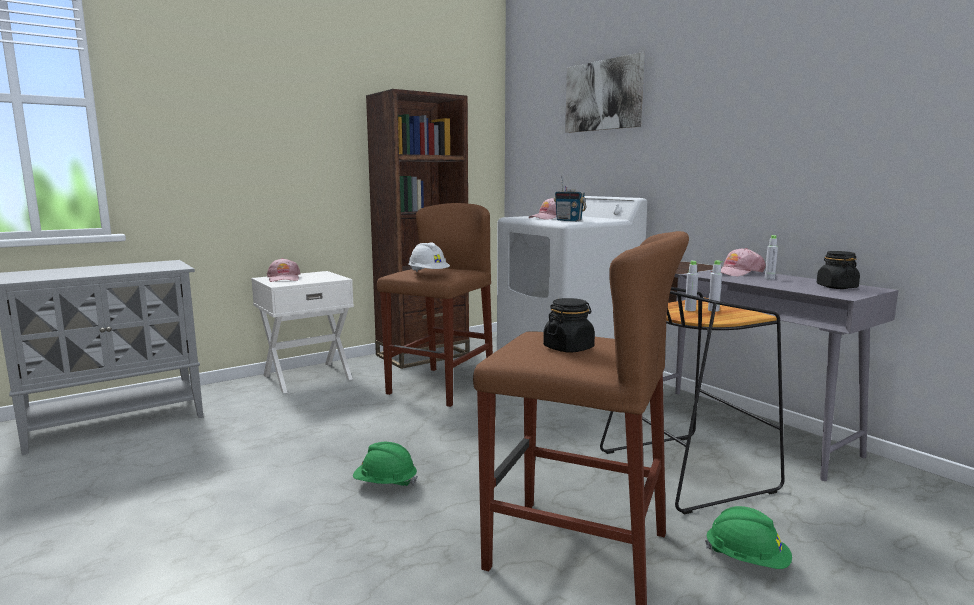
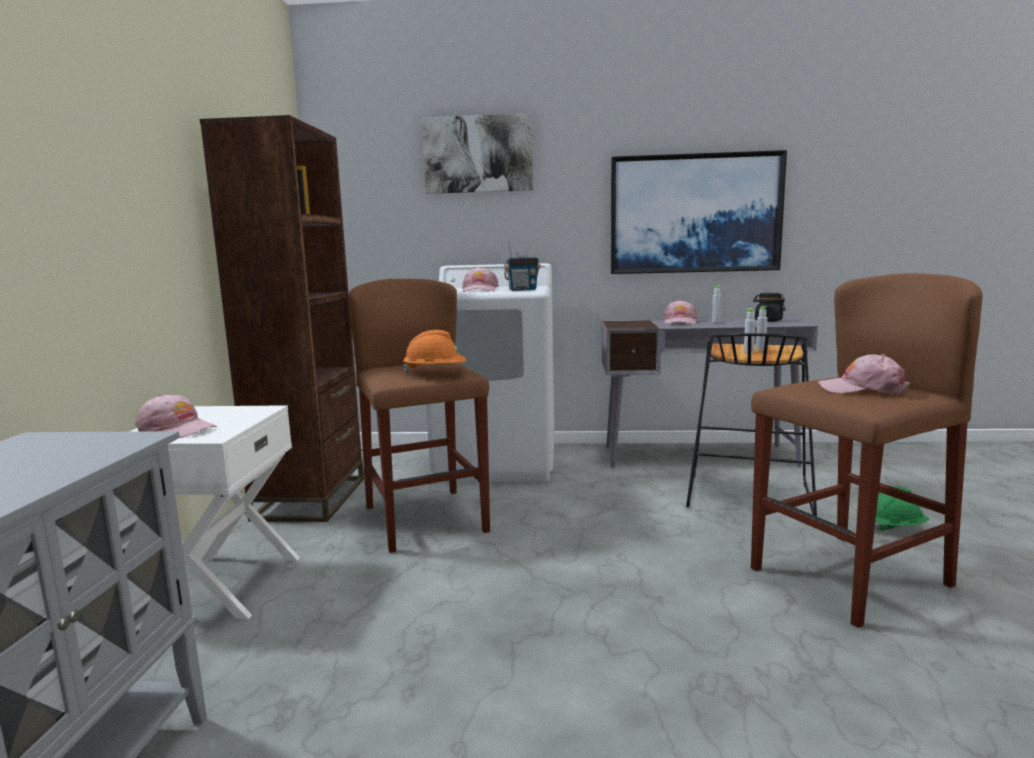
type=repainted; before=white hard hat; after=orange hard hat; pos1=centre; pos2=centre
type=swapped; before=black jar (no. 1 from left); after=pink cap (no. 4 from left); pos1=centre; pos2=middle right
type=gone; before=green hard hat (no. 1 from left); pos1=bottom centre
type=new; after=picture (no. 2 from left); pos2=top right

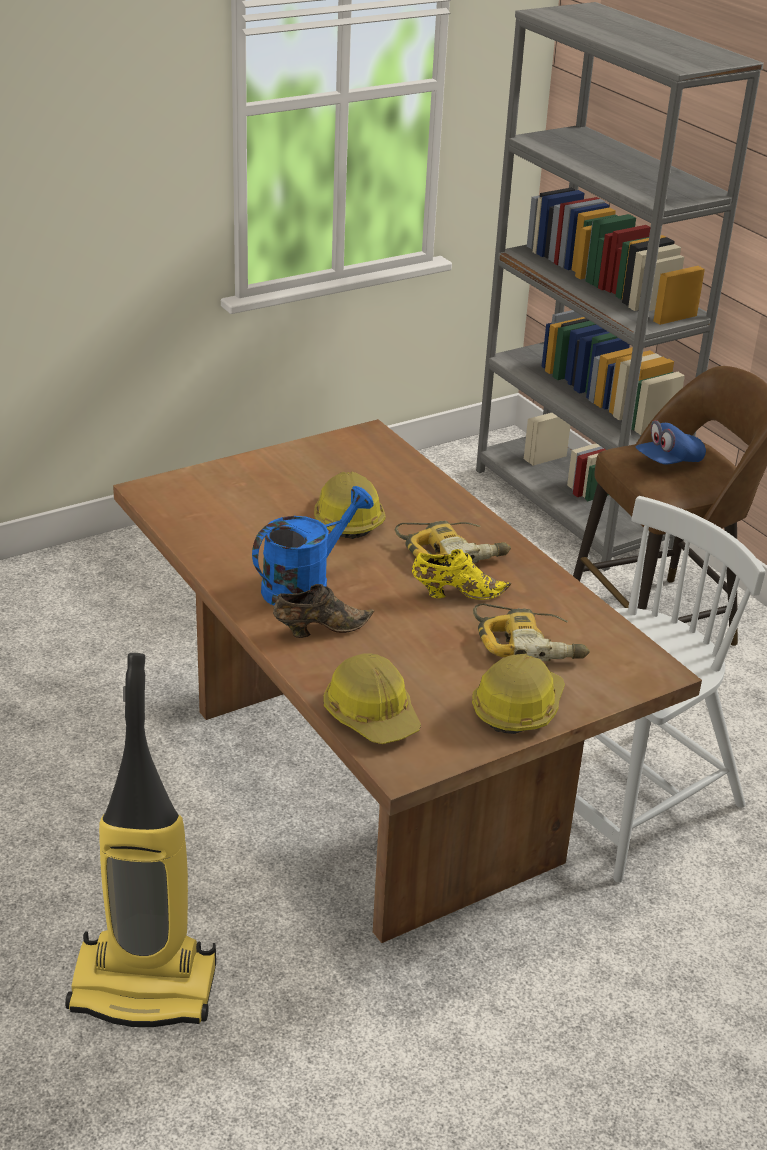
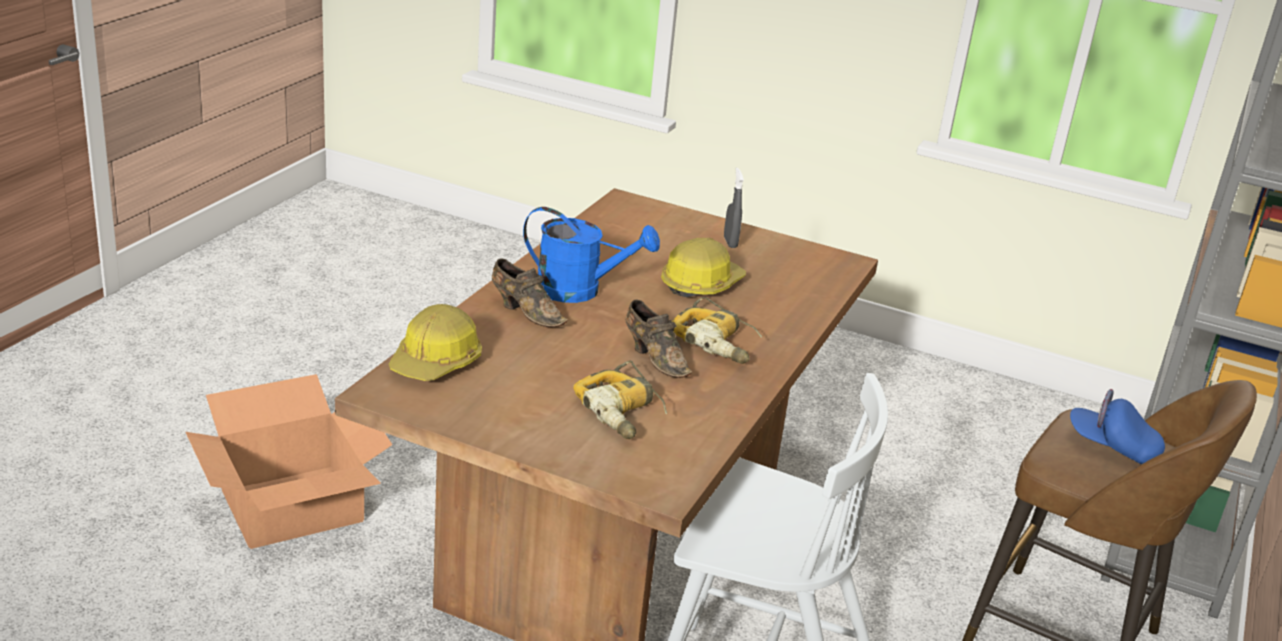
type=repainted; before=yellow shoe; after=brown shoe (no. 2 from left); pos1=centre; pos2=centre
type=swapped; before=vacuum cleaner; after=cardboard box; pos1=bottom left; pos2=bottom left
type=gone; before=hard hat (no. 3 from left); pos1=middle right
type=new; after=grey spray bottle; pos2=top centre

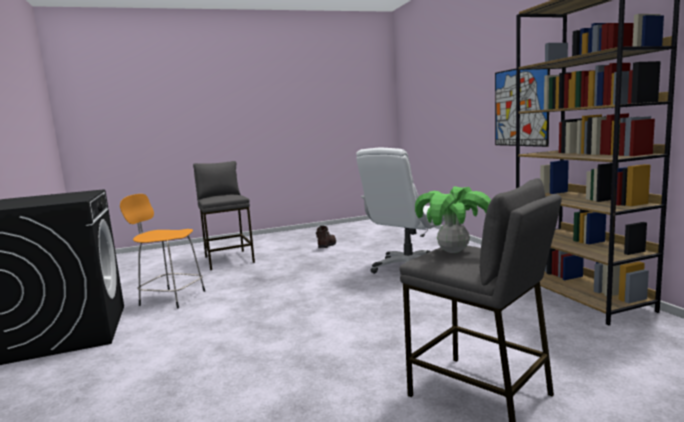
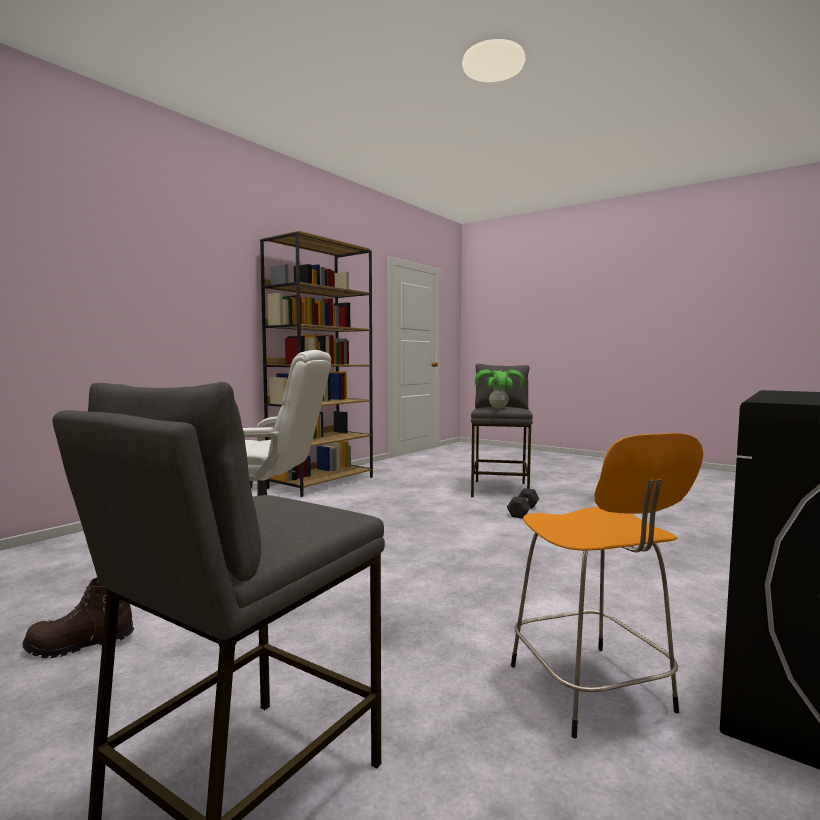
type=gone; before=picture; pos1=top right
type=new; after=black dumbbell; pos2=centre

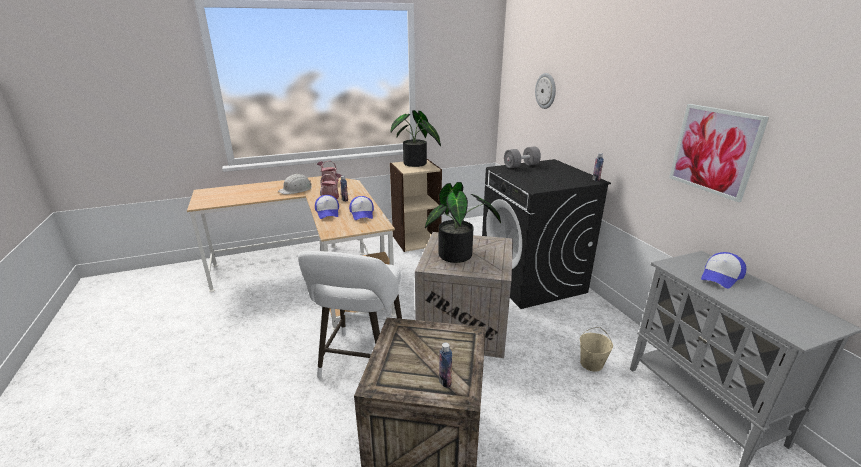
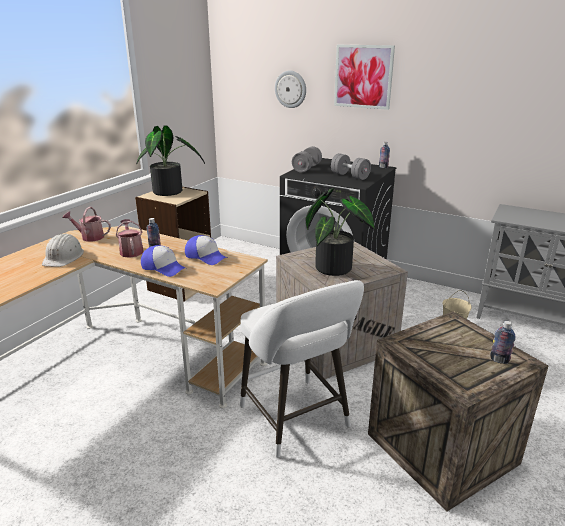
type=shifted; before=picture; pos1=top right; pos2=top centre
type=gone; before=cap (no. 3 from left); pos1=middle right
type=new; after=grey dumbbell (no. 2 from left); pos2=top centre

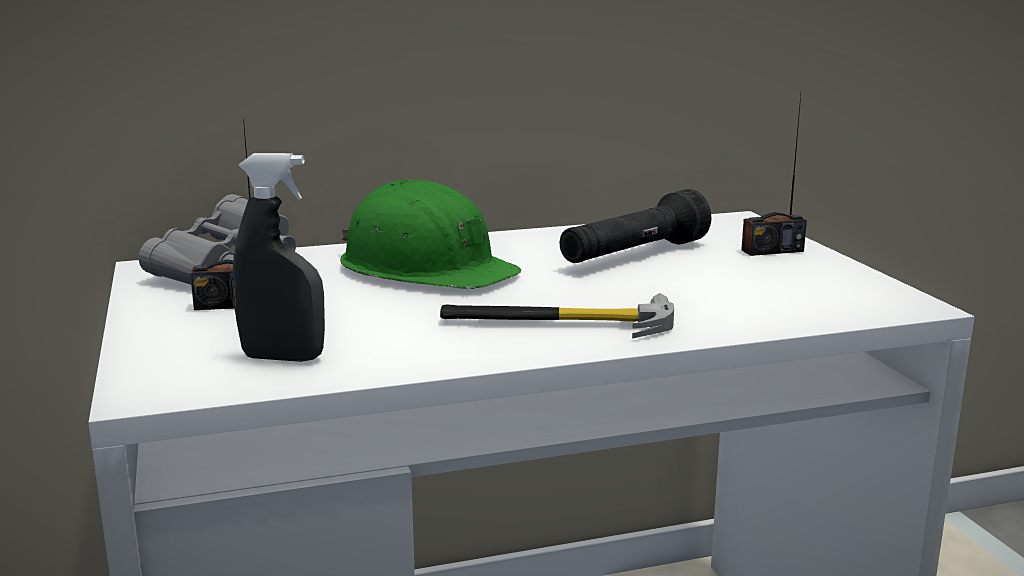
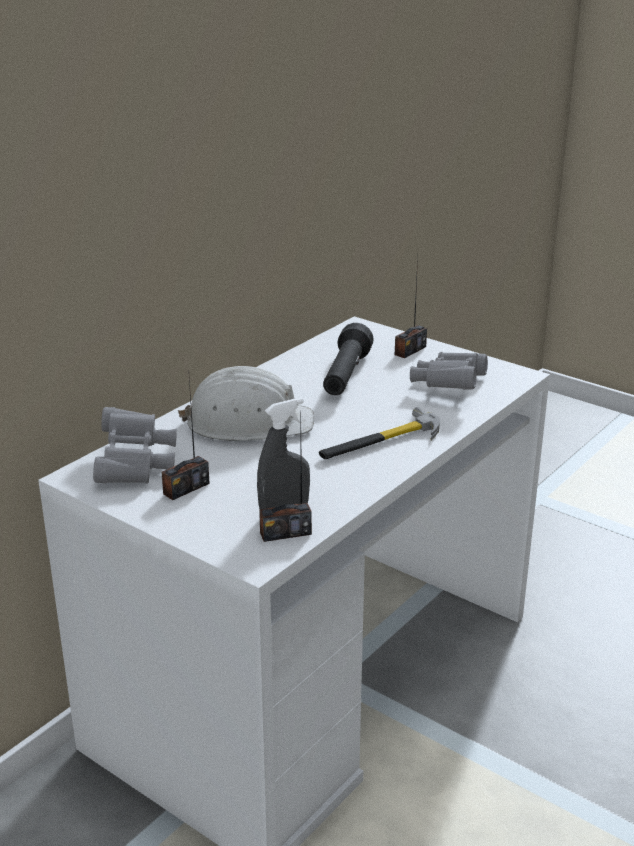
type=repainted; before=green hard hat; after=white hard hat; pos1=centre; pos2=centre
type=new; after=grey binoculars (no. 2 from left); pos2=middle right
type=new; after=radio (no. 2 from left); pos2=centre

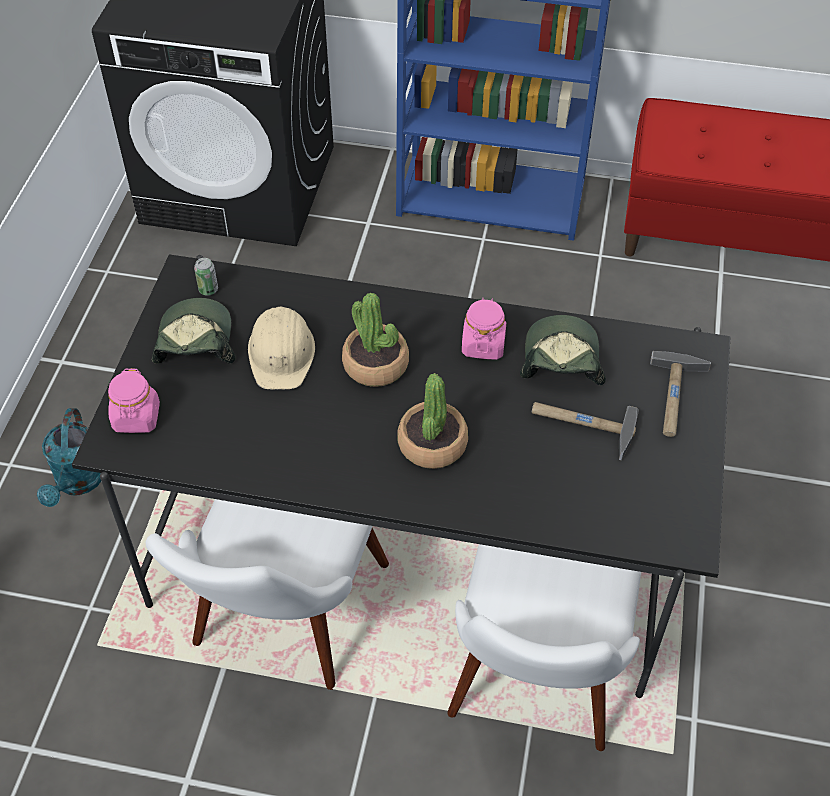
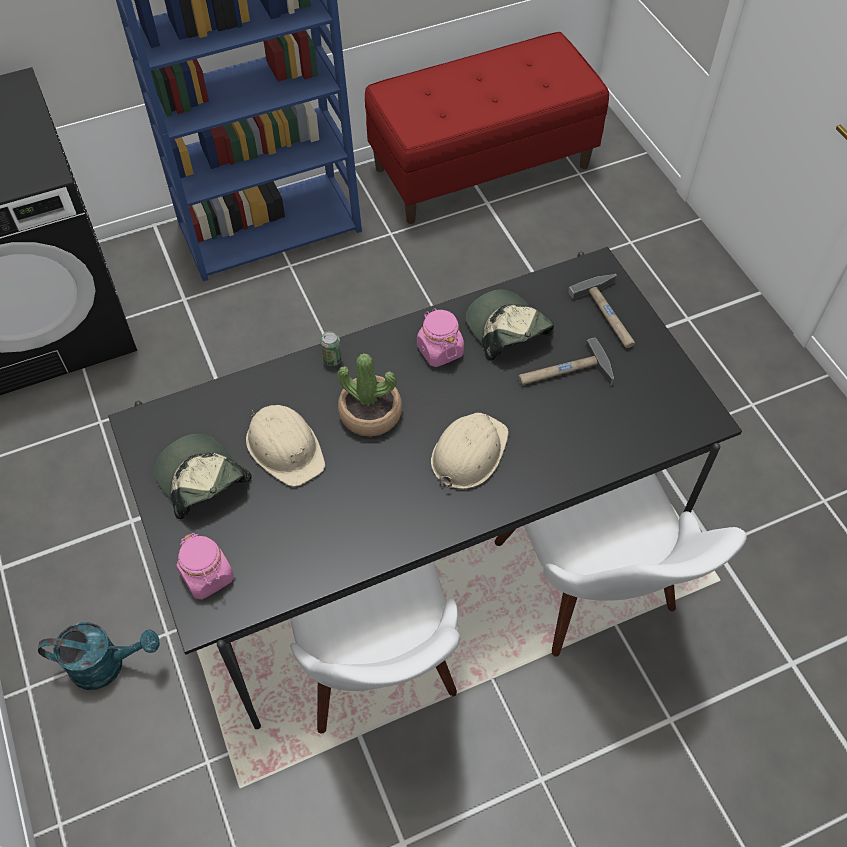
type=shifted; before=can; pos1=middle left; pos2=centre
type=swapped; before=potted plant (no. 2 from left); after=beige hard hat (no. 2 from left); pos1=centre; pos2=centre
type=rotated; before=turquoise watering can; pos1=middle left; pos2=bottom left; turn=-60

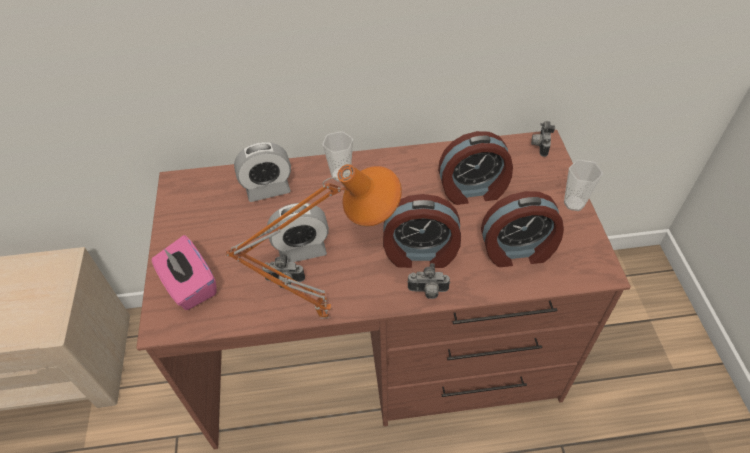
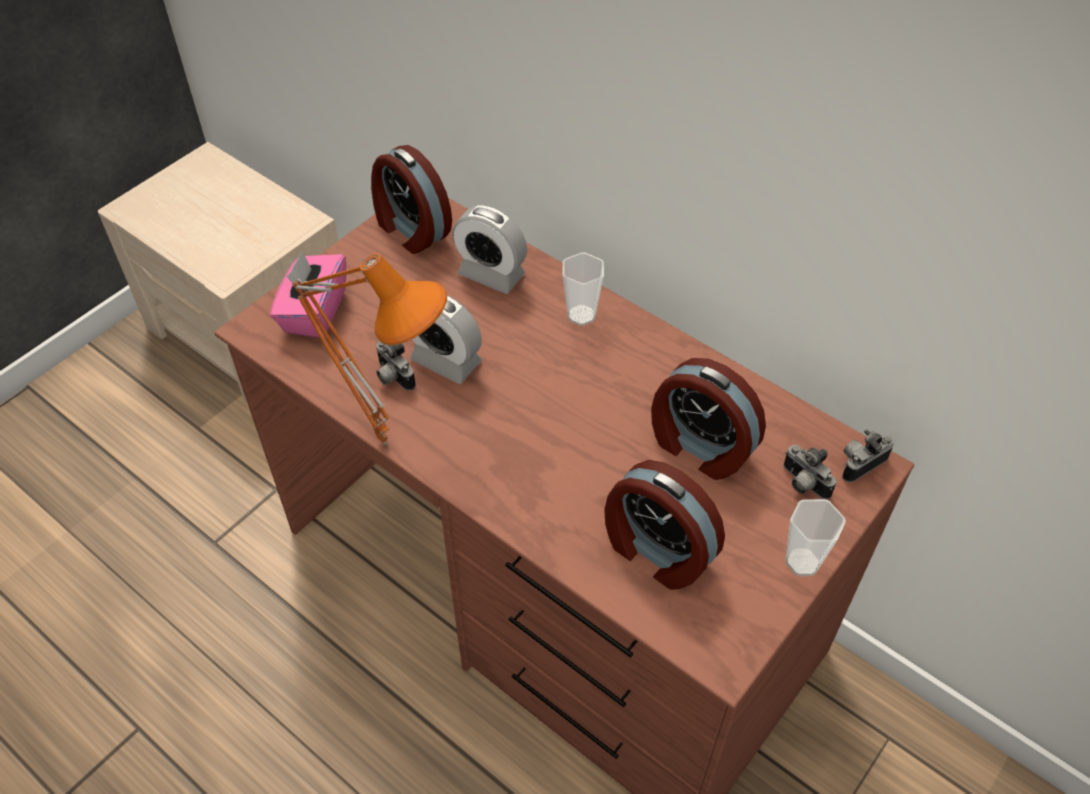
type=shifted; before=alarm clock (no. 3 from left in the first image); after=alarm clock (no. 1 from left); pos1=centre; pos2=top centre
type=shifted; before=photo camera (no. 2 from left); pos1=centre; pos2=middle right

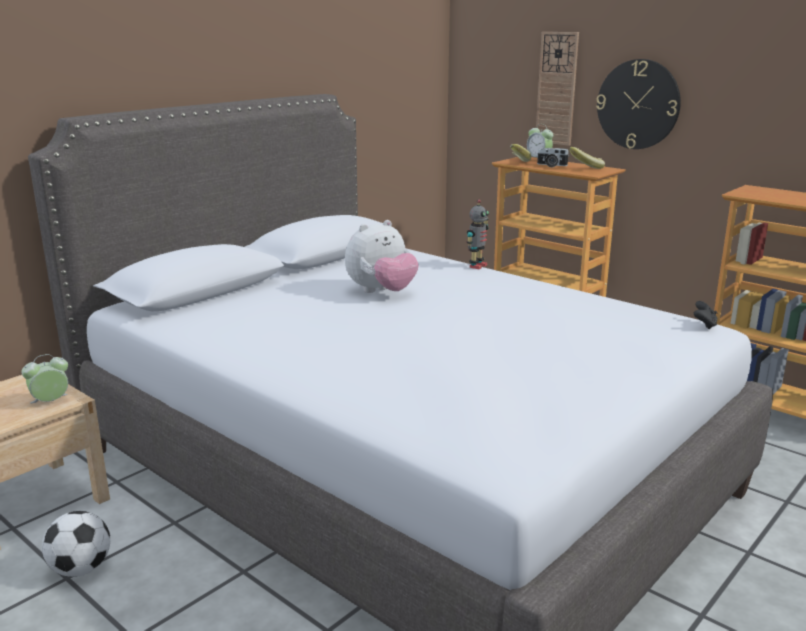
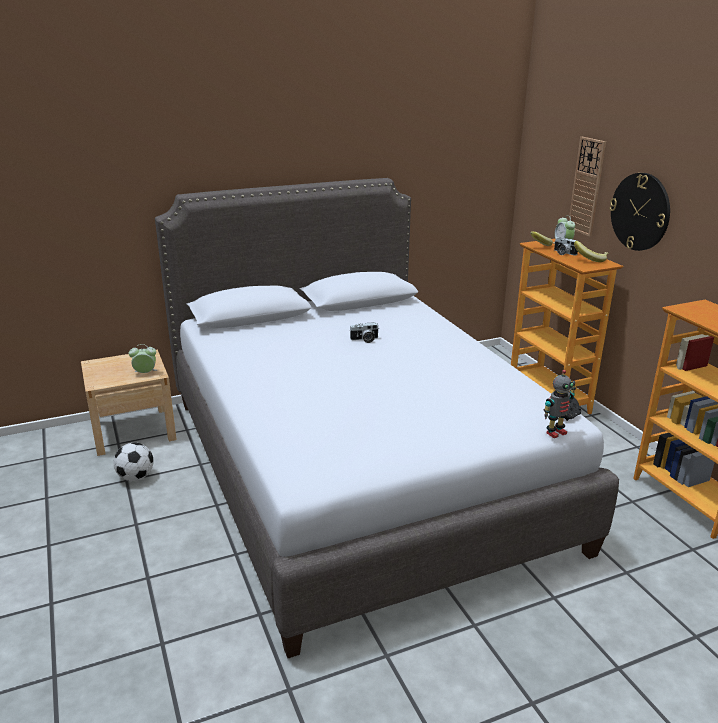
type=shifted; before=toy robot; pos1=centre; pos2=middle right
type=swapped; before=plush toy; after=photo camera (no. 1 from left); pos1=centre; pos2=centre

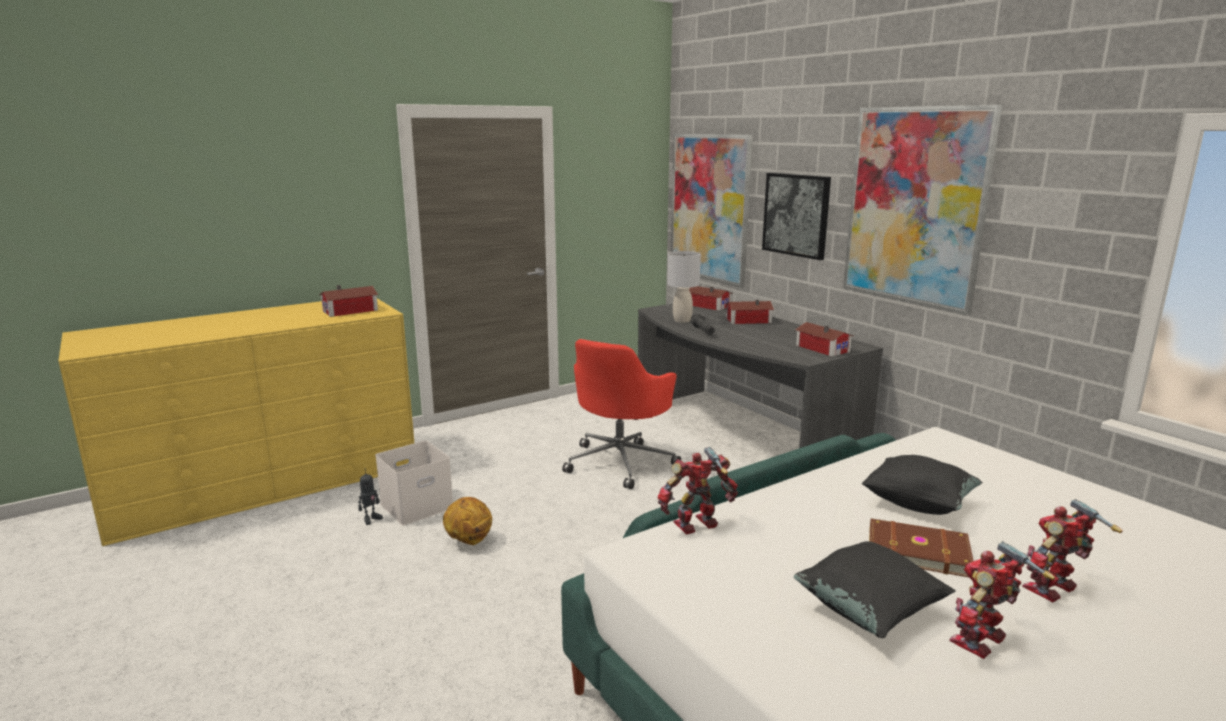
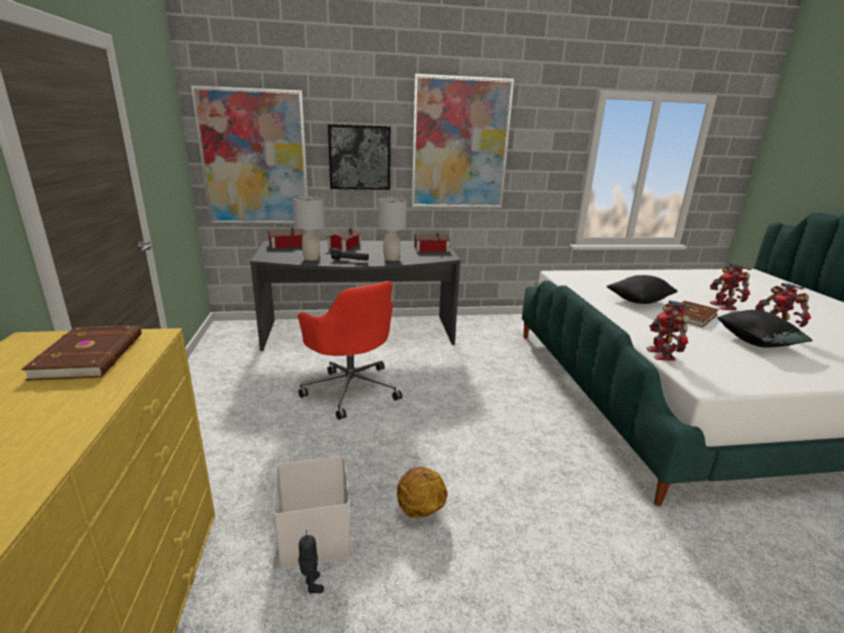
type=swapped; before=toy house (no. 1 from left); after=brown book (no. 1 from left); pos1=middle left; pos2=middle left
type=new; after=grey table lamp (no. 2 from left); pos2=centre

